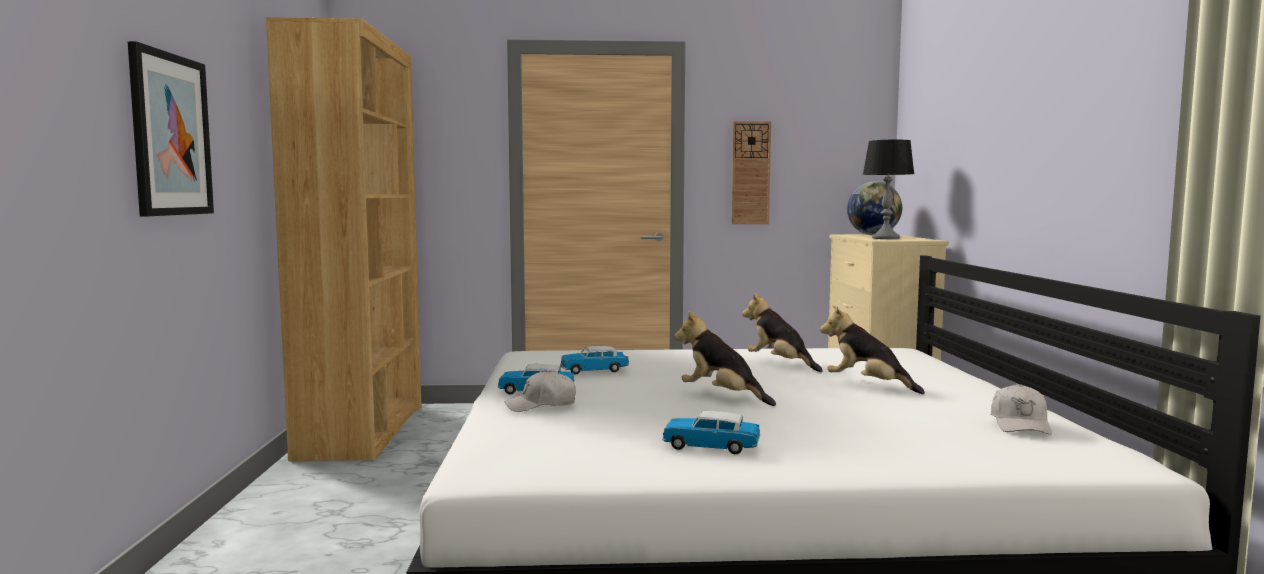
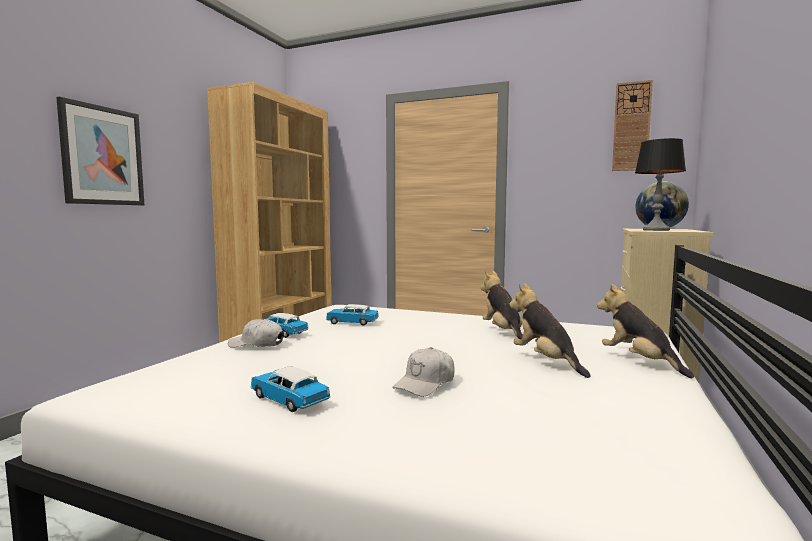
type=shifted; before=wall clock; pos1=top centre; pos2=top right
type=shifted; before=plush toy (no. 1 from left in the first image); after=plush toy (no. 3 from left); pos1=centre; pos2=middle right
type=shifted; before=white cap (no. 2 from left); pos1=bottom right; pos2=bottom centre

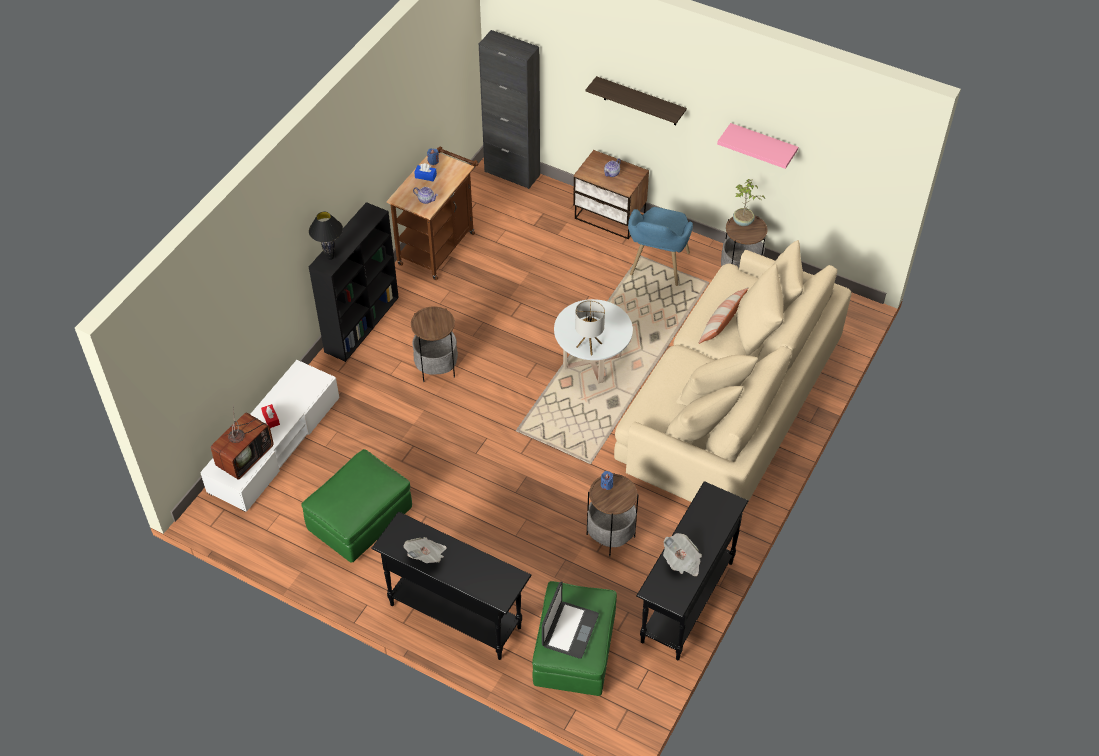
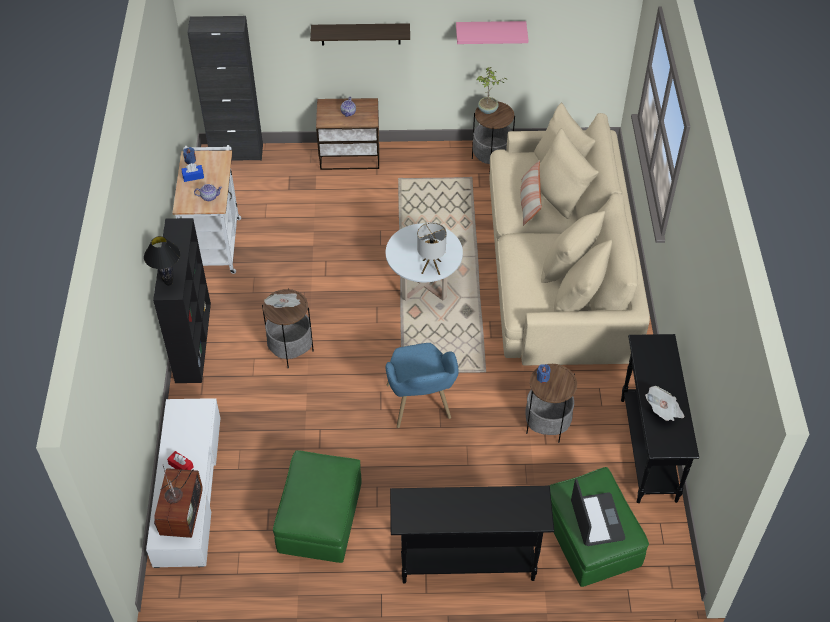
type=repainted; before=brown cart; after=white cart; pos1=top centre; pos2=middle left
type=shifted; before=blue armchair; pos1=top centre; pos2=centre
type=shifted; before=newspaper (no. 1 from left); pos1=bottom centre; pos2=centre

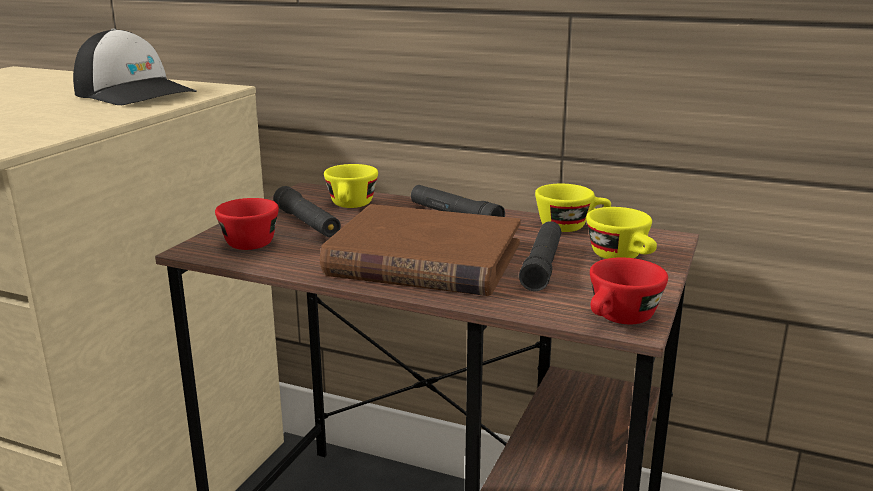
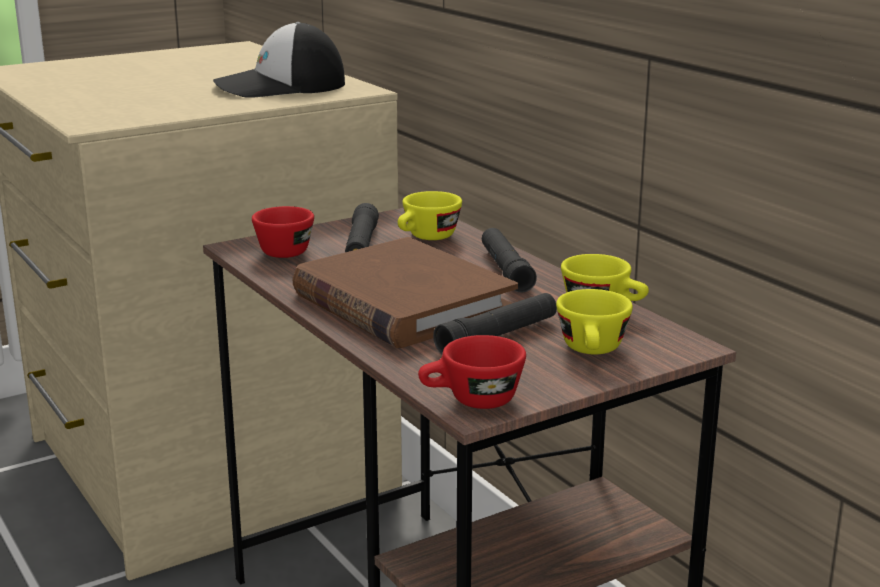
type=rotated; before=cap; pos1=top left; pos2=top left; turn=90

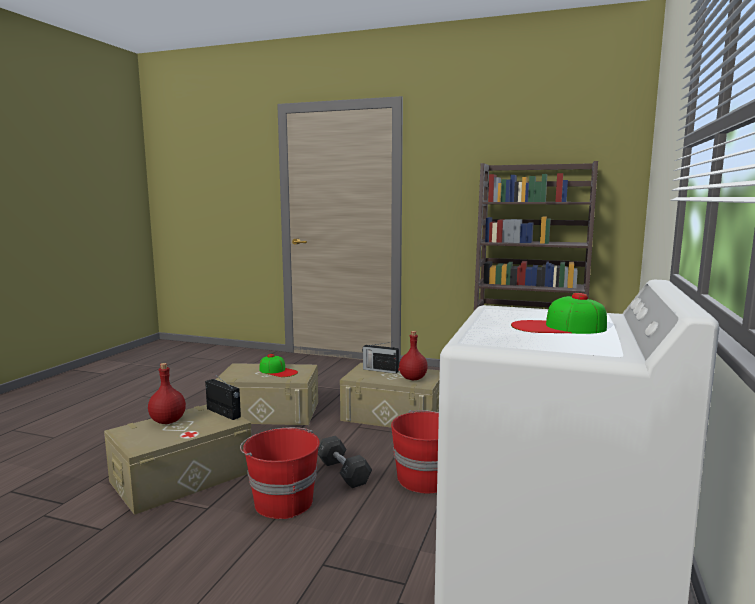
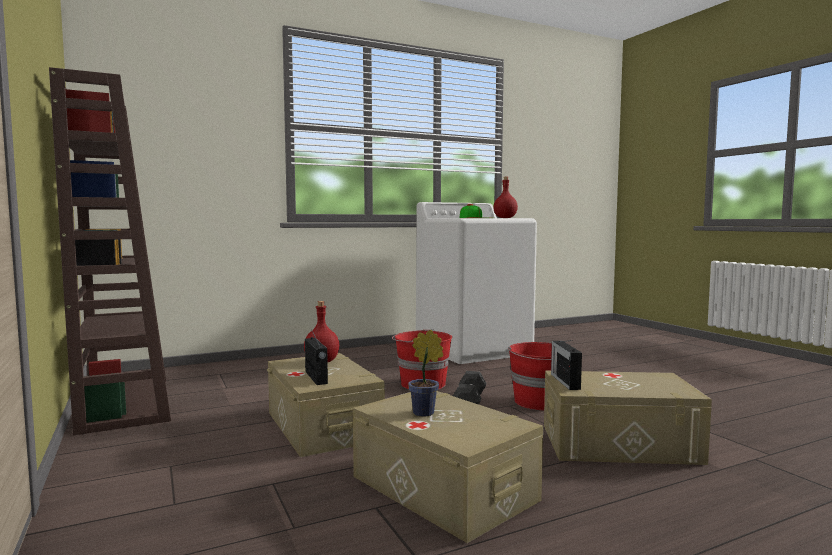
type=swapped; before=cap (no. 1 from left); after=potted plant; pos1=centre; pos2=bottom centre
type=shifted; before=red bottle (no. 1 from left in the first image); after=red bottle (no. 2 from left); pos1=middle left; pos2=centre

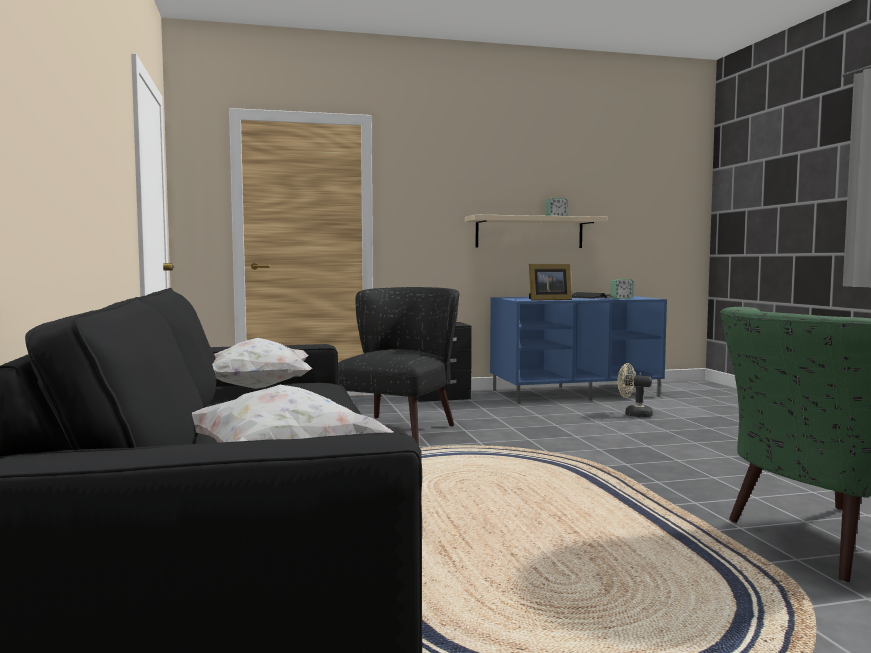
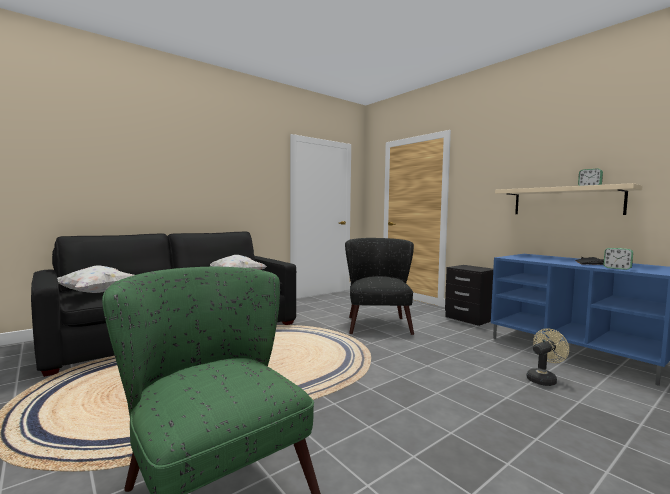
type=gone; before=picture frame; pos1=centre
type=rotated; before=black armchair; pos1=centre; pos2=centre; turn=-90
type=rotated; before=beige fan; pos1=middle right; pos2=bottom right; turn=60

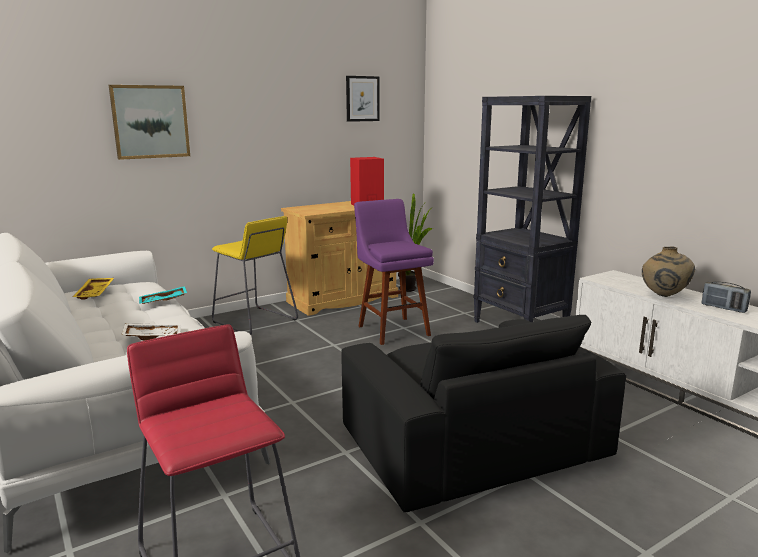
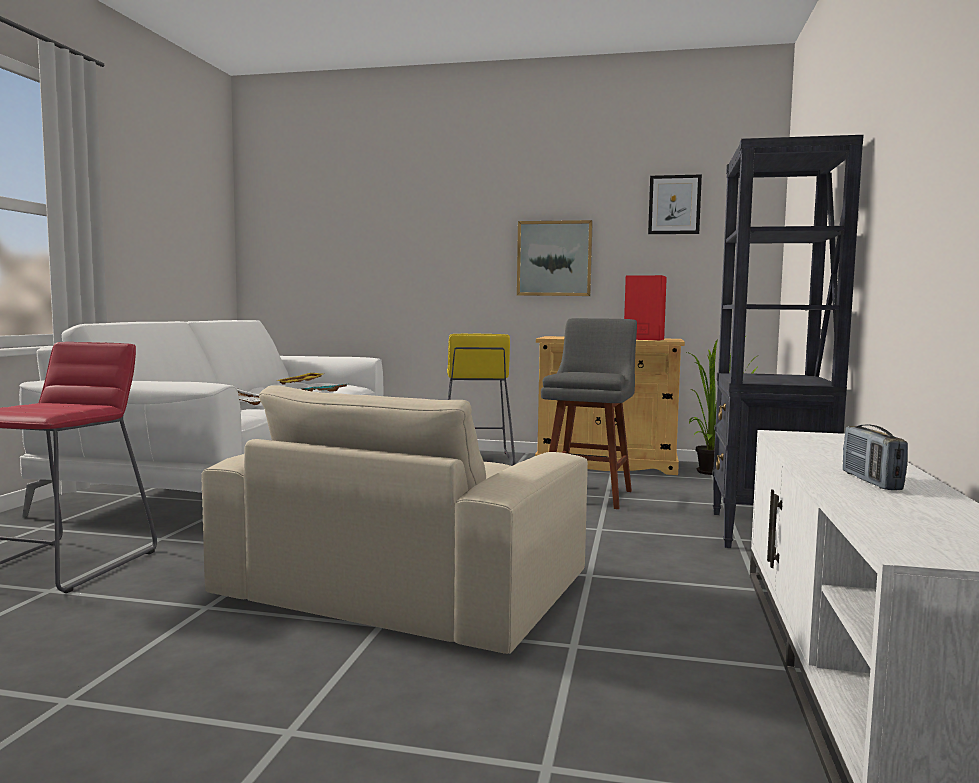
type=shifted; before=picture (no. 1 from left); pos1=top left; pos2=top centre
type=repainted; before=purple stool; after=grey stool; pos1=centre; pos2=centre
type=gone; before=beige vase; pos1=middle right
type=repainted; before=black armchair; after=beige armchair; pos1=bottom centre; pos2=centre

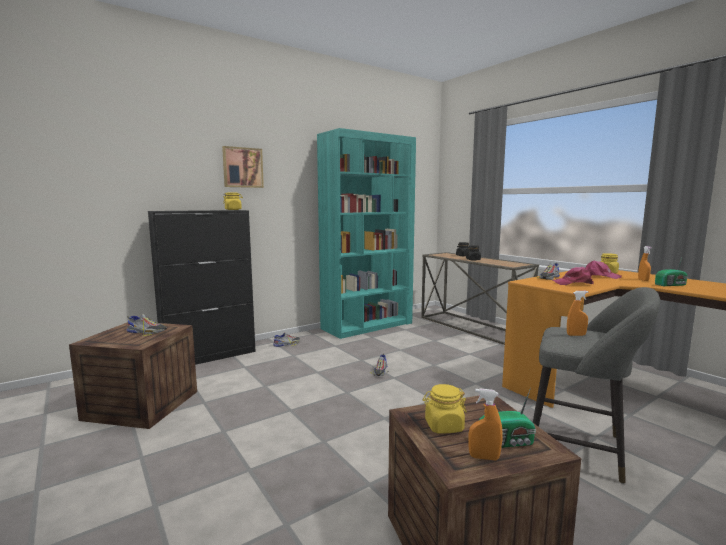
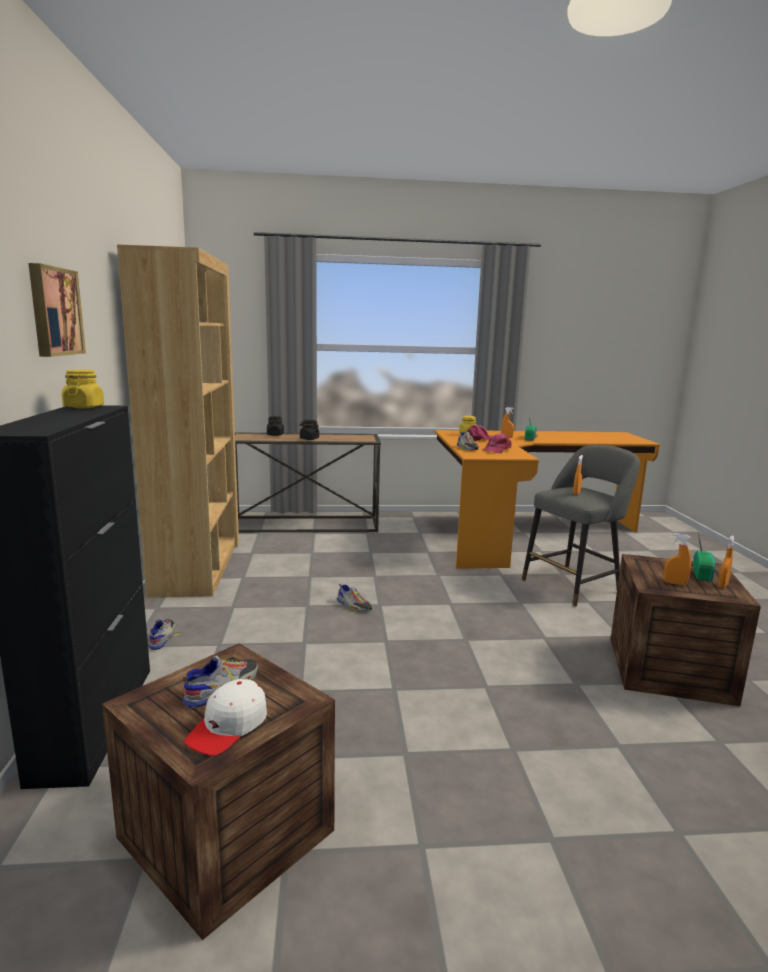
type=repainted; before=turquoise bookcase; after=brown bookcase; pos1=centre; pos2=middle left
type=swapped; before=yellow jar (no. 2 from left); after=orange spray bottle (no. 3 from left); pos1=bottom centre; pos2=middle right
type=new; after=white cap; pos2=bottom left

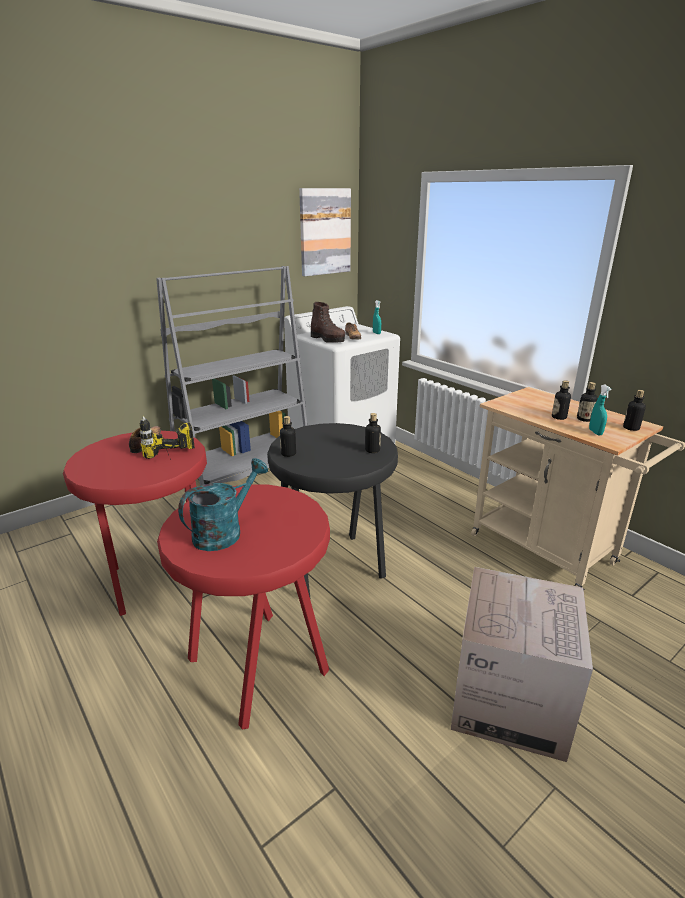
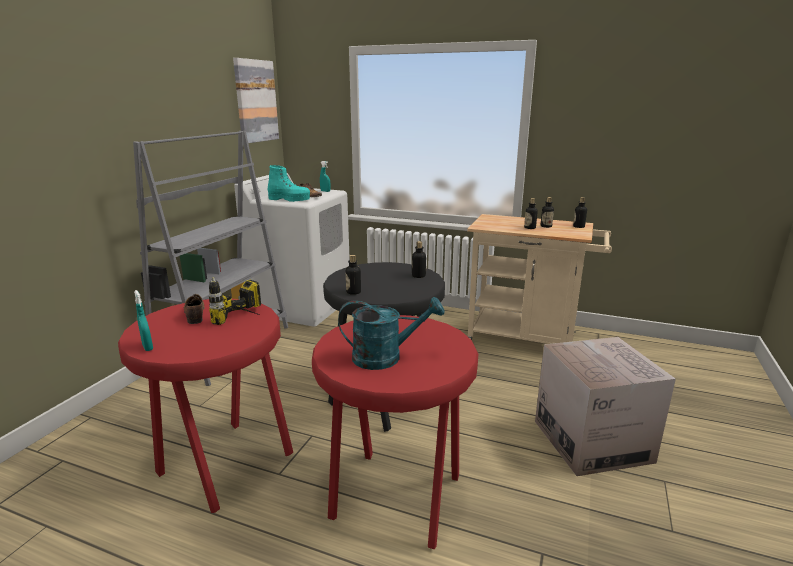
type=repainted; before=brown boot; after=turquoise boot; pos1=centre; pos2=top centre
type=shifted; before=turquoise spray bottle (no. 2 from left in the first image); after=turquoise spray bottle (no. 1 from left); pos1=middle right; pos2=middle left
type=rotated; before=turquoise watering can; pos1=middle left; pos2=centre; turn=75

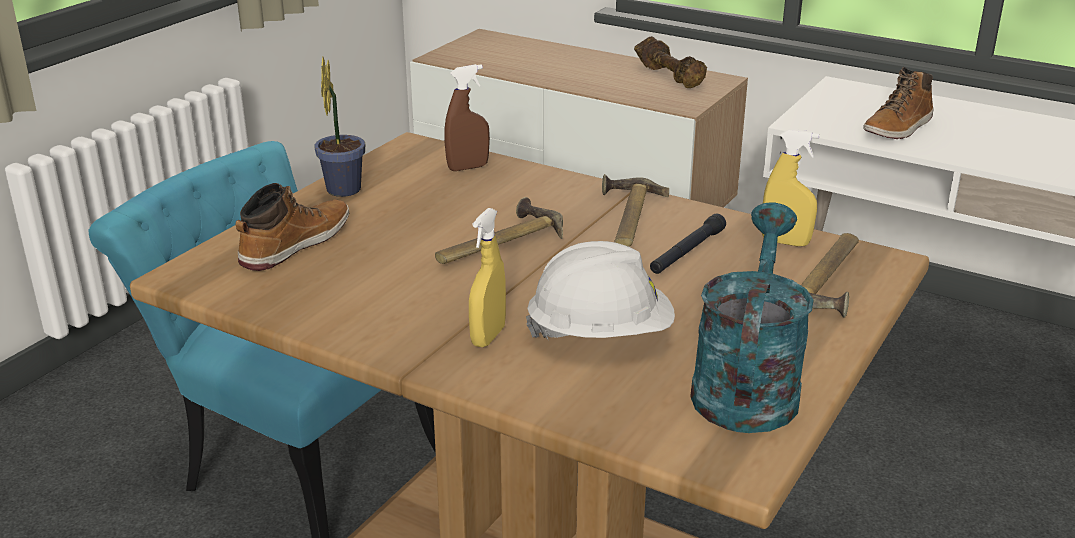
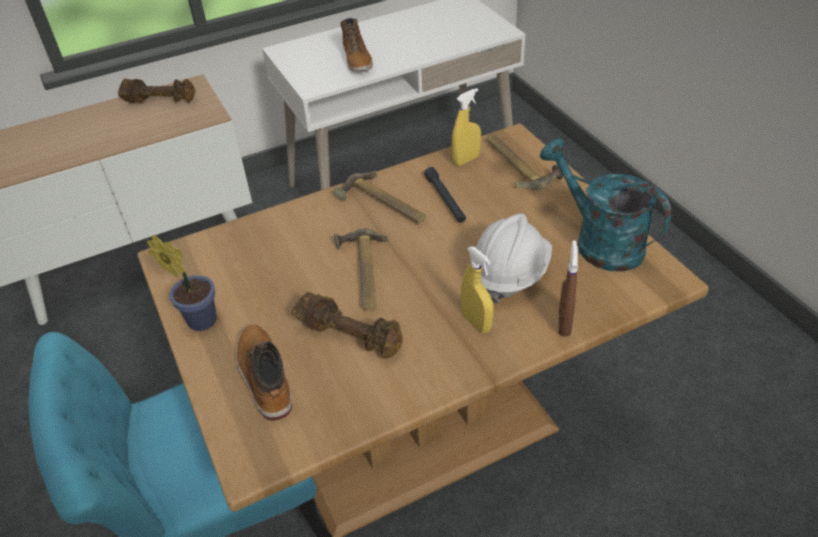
type=shifted; before=brown spray bottle; pos1=top centre; pos2=middle right
type=new; after=brown dumbbell (no. 2 from left); pos2=centre

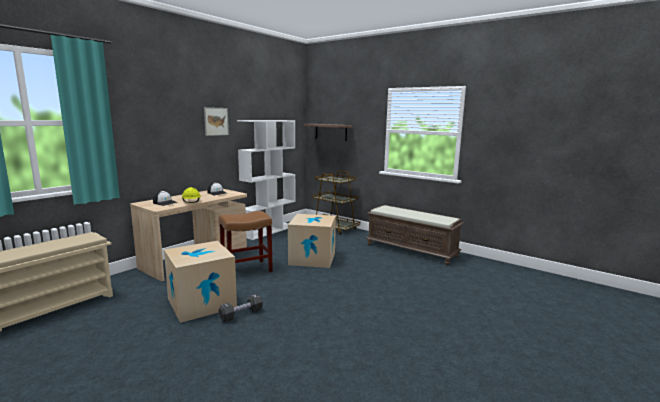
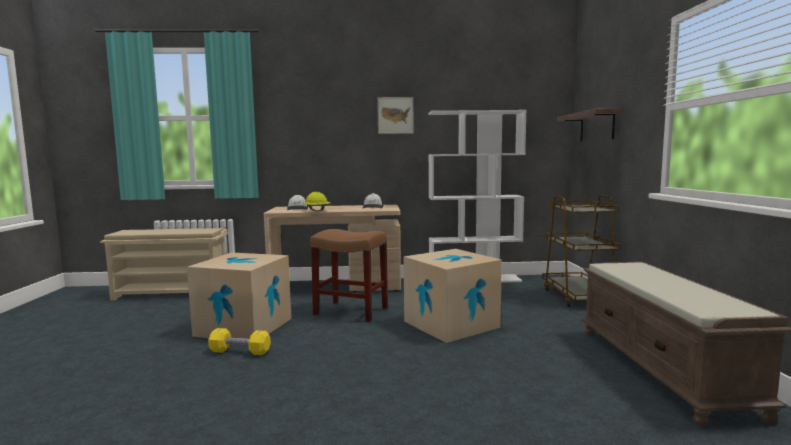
type=repainted; before=black dumbbell; after=yellow dumbbell; pos1=bottom centre; pos2=bottom left

